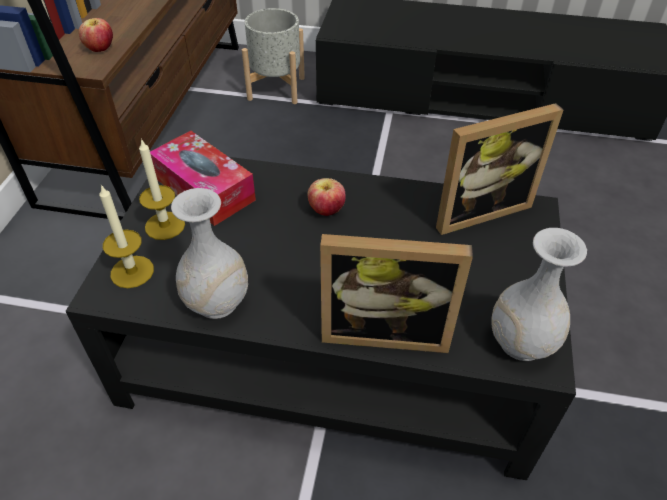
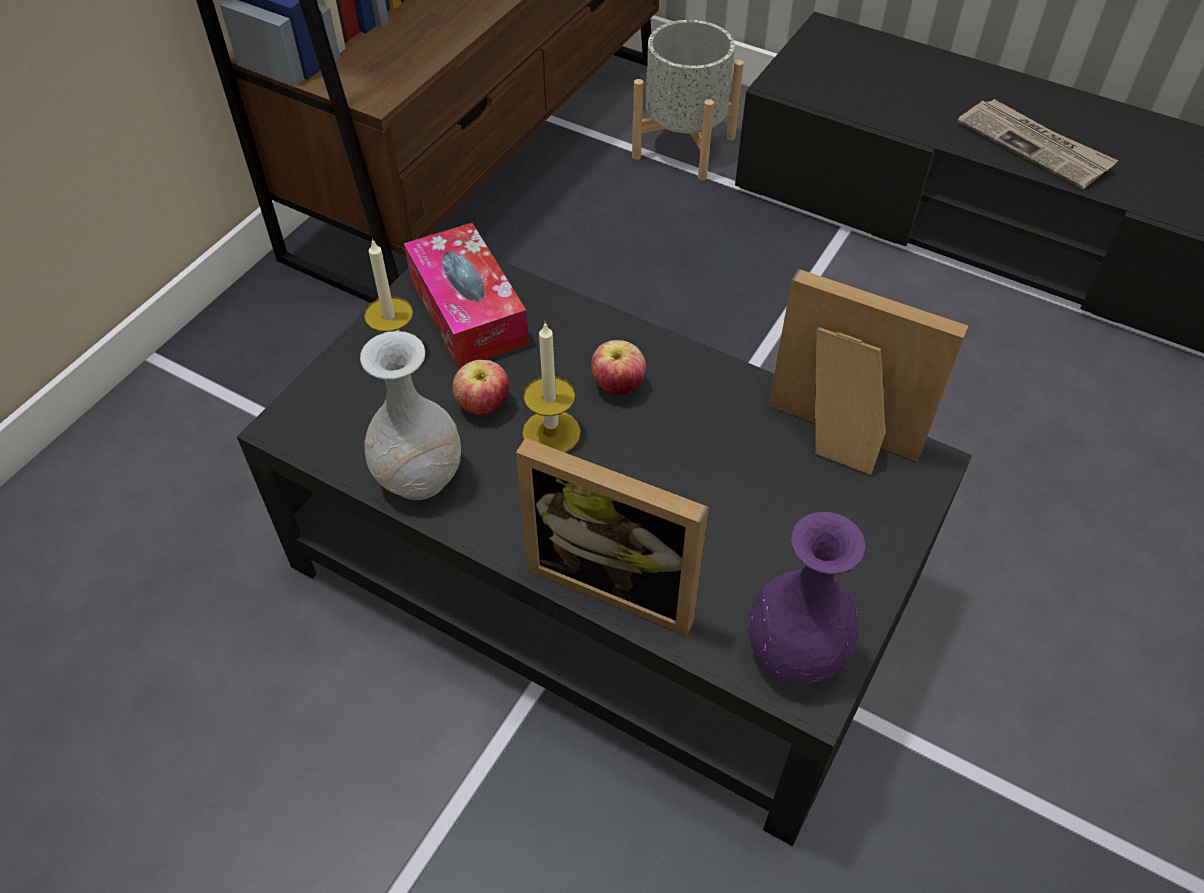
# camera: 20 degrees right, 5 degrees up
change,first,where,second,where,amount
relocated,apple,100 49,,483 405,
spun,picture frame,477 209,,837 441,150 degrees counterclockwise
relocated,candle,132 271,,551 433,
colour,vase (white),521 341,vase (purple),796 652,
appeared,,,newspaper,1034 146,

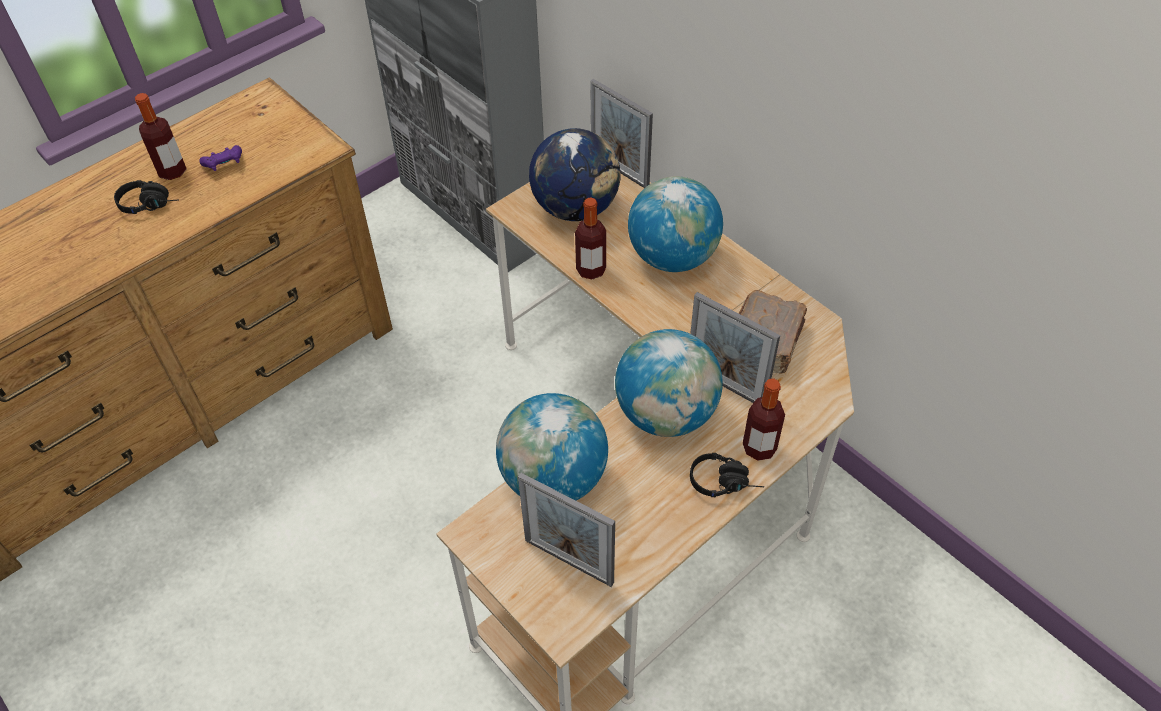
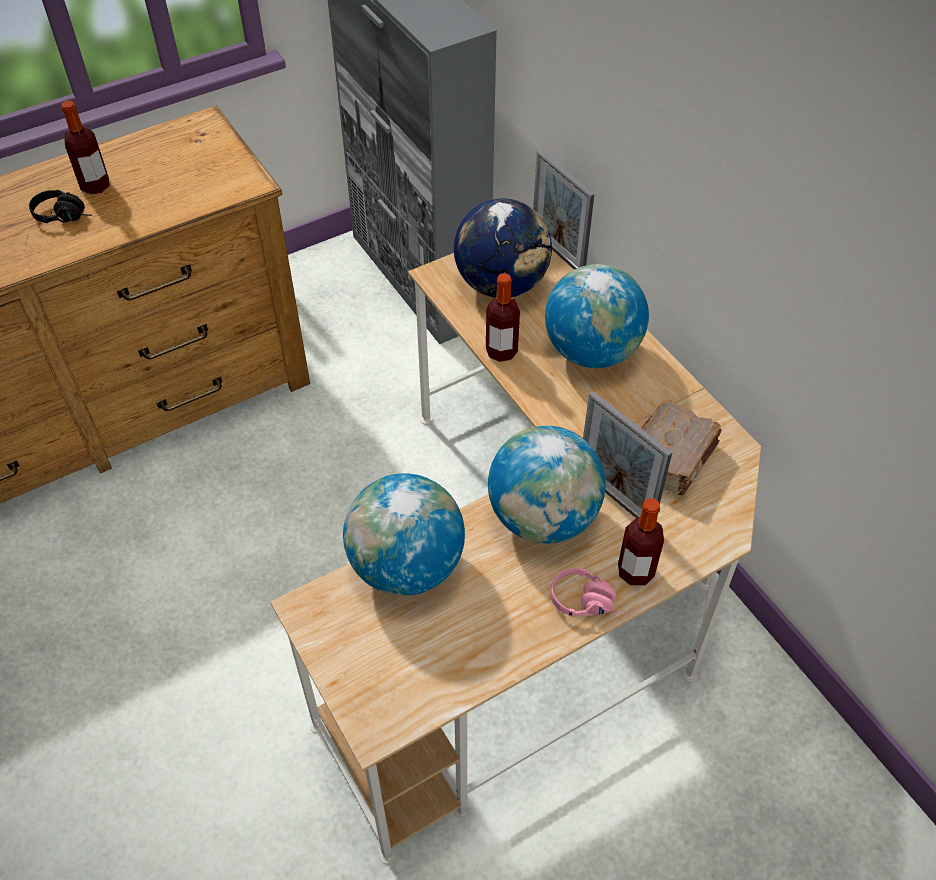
# camera: 10 degrees right, 0 degrees up
change,first,where,second,where,amount
missing,game controller (purple),225 165,,,
colour,headphones (black),725 482,headphones (pink),589 602,
missing,picture frame,568 561,,,

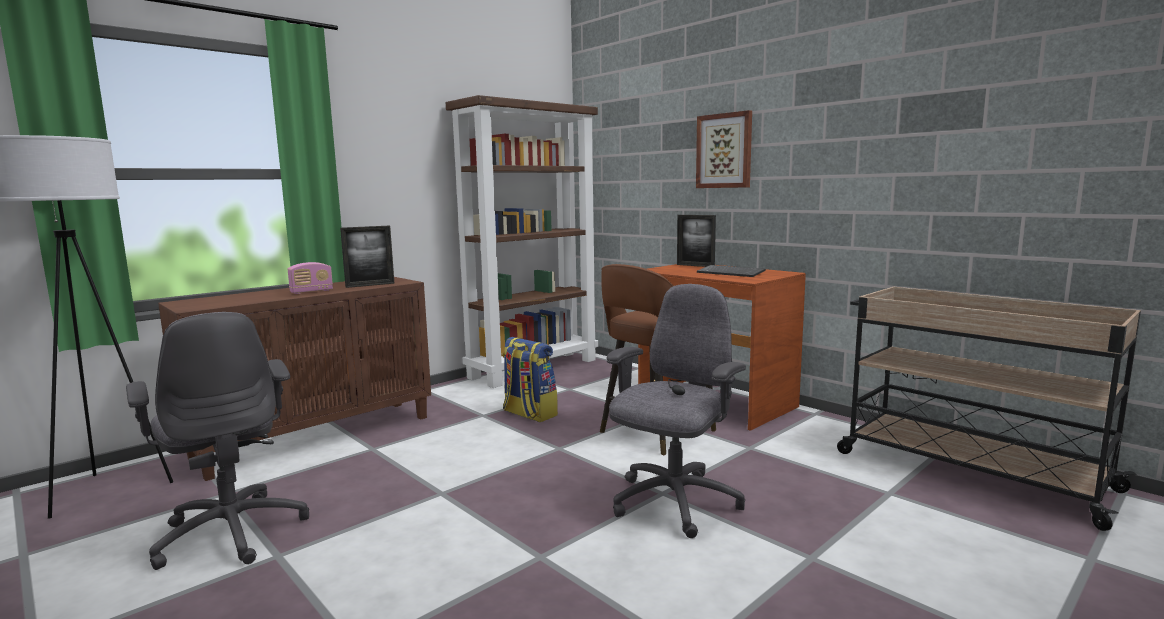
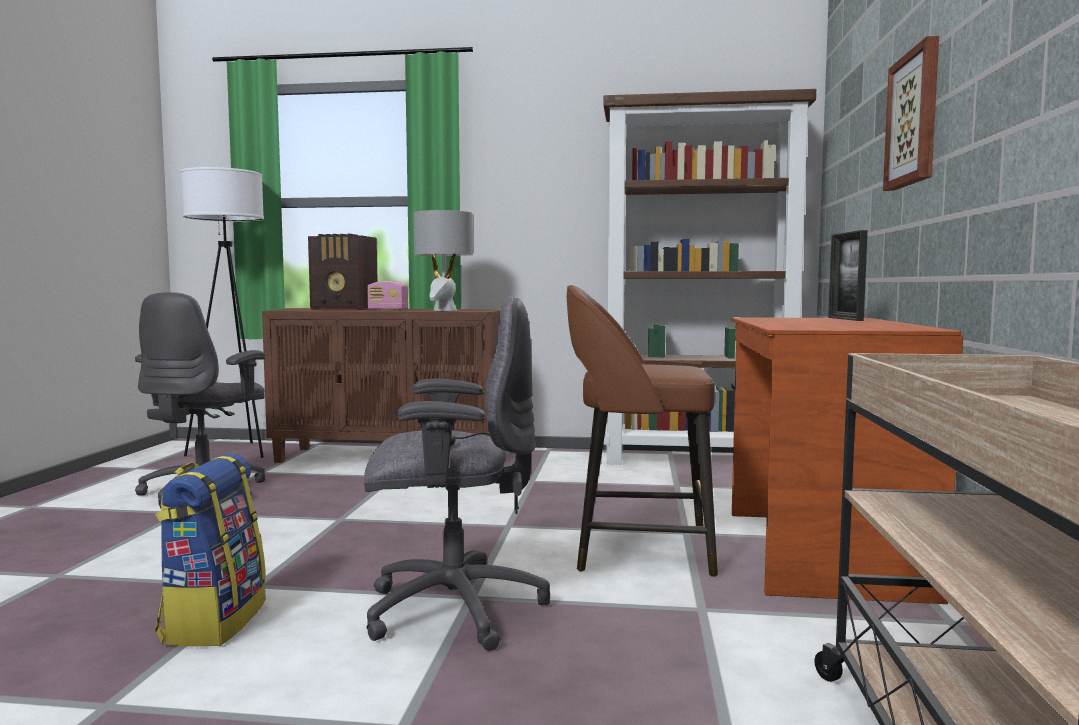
# camera: 50 degrees right, 5 degrees down
change,first,where,second,where,amount
exchanged,picture frame,370 285,table lamp (grey),444 310,
missing,keyboard,732 273,,,
relocated,backpack,529 414,,213 621,
appeared,,,radio,345 309,

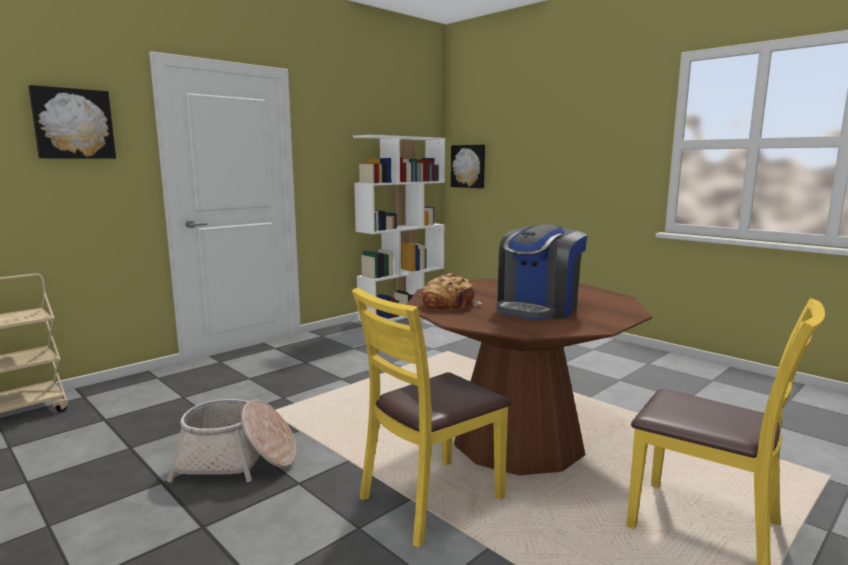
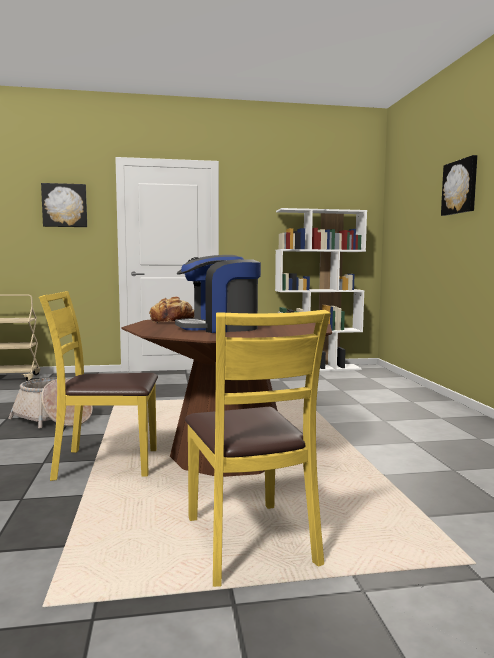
# camera: 35 degrees right, 5 degrees down
change,first,where,second,where,amount
relocated,picture,468 166,,460 187,

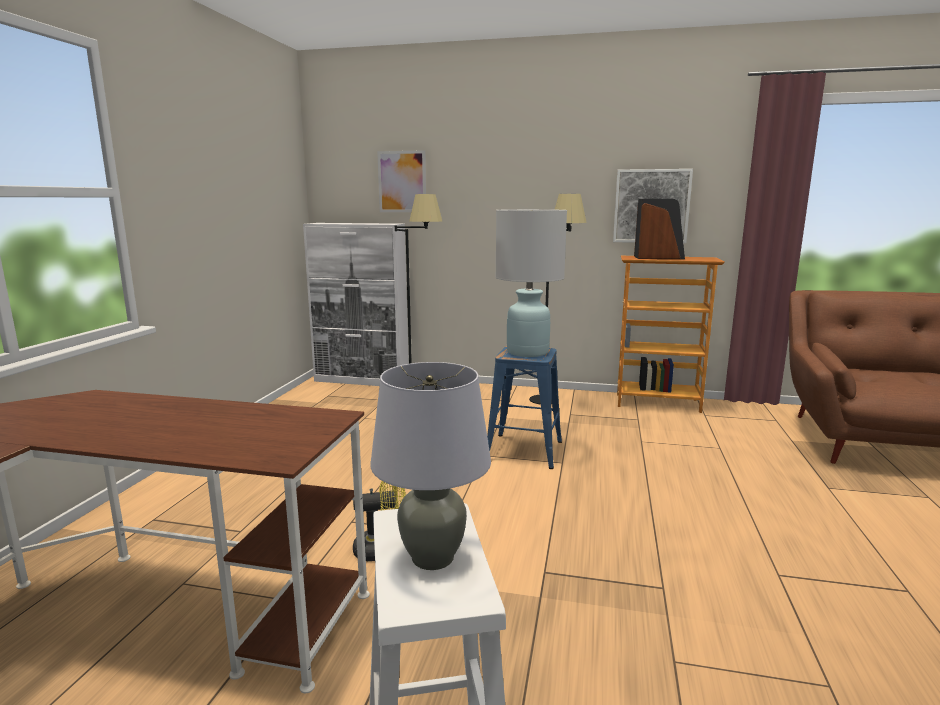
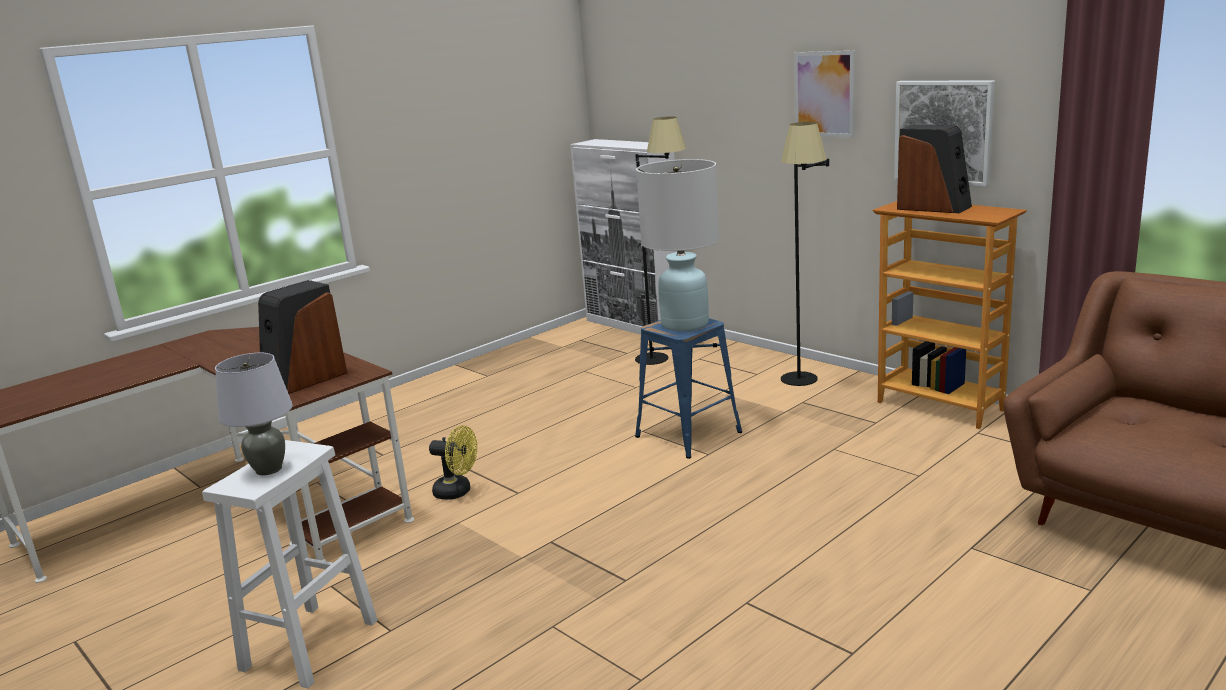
# camera: 35 degrees right, 5 degrees up
change,first,where,second,where,amount
relocated,picture,402 182,,824 94,
appeared,,,speaker,304 380,

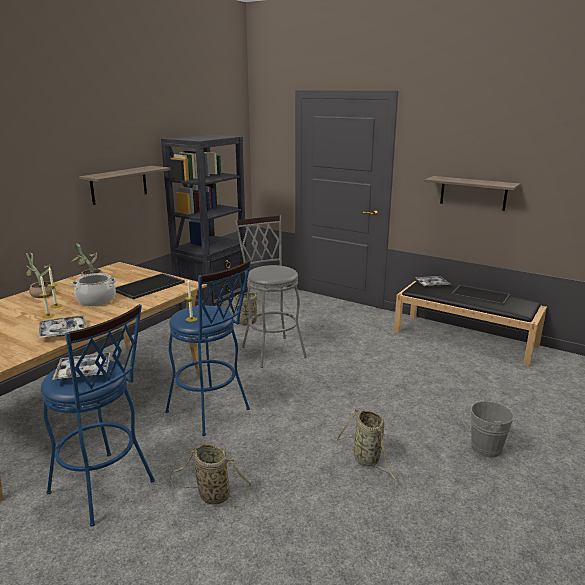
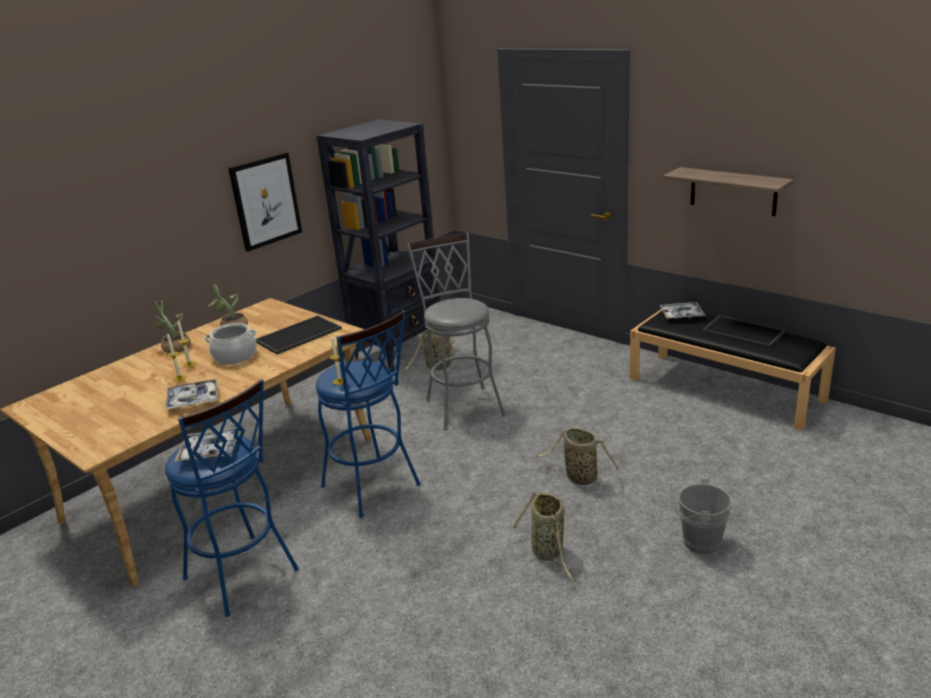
# camera: 10 degrees right, 5 degrees up
change,first,where,second,where,amount
exchanged,shelf,119 185,picture,265 201,
relocated,basket,211 495,,579 477,

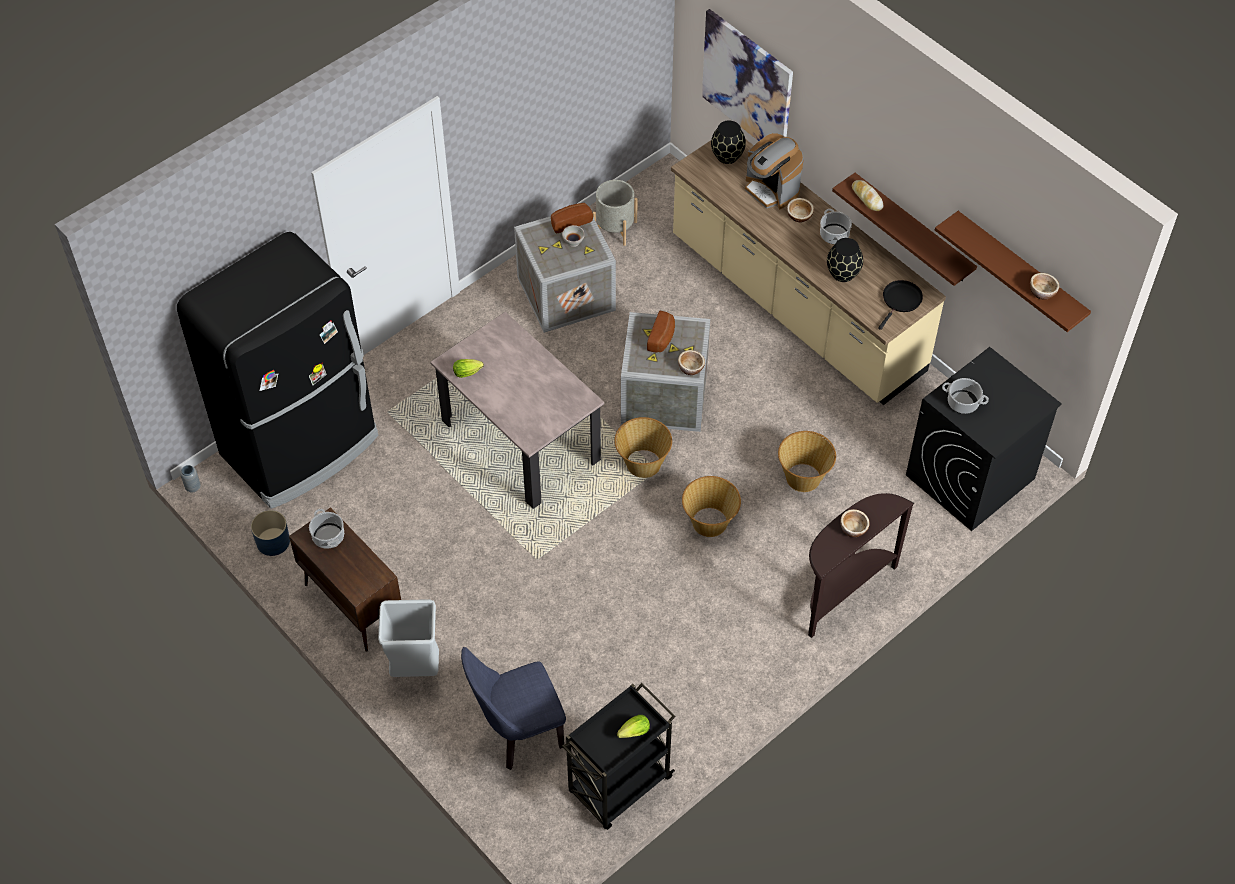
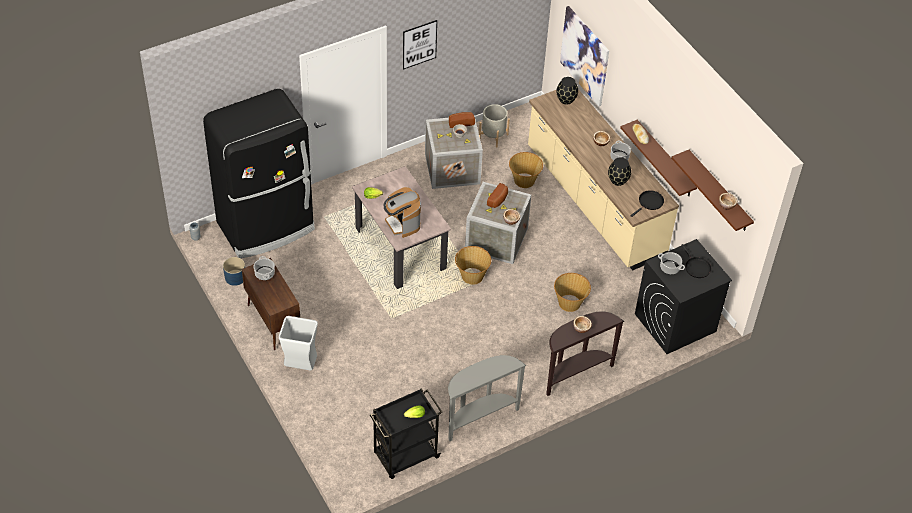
# camera: 10 degrees right, 5 degrees down
change,first,where,second,where,amount
relocated,coffee machine,771 190,,402 223,
relocated,basket,709 522,,524 180,
missing,chair (blue),517 734,,,
appeared,,,picture,419 44,
appeared,,,frying pan (black),696 267,
appeared,,,console table (grey),479 417,

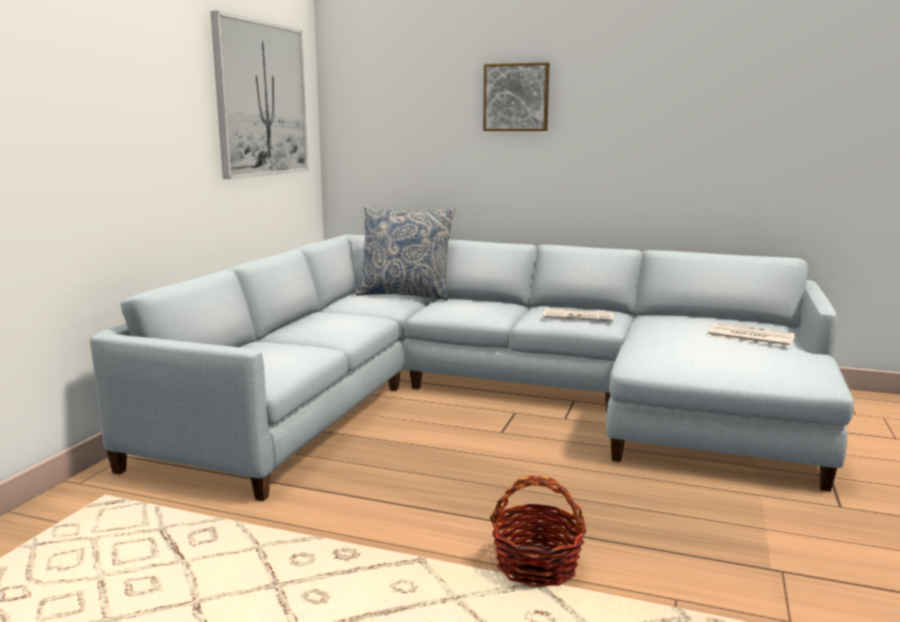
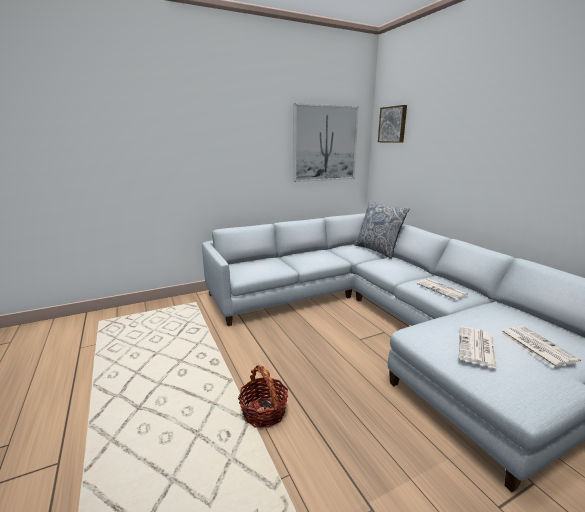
# camera: 45 degrees right, 5 degrees up
change,first,where,second,where,amount
relocated,picture,516 97,,393 124,
appeared,,,newspaper,477 347,

